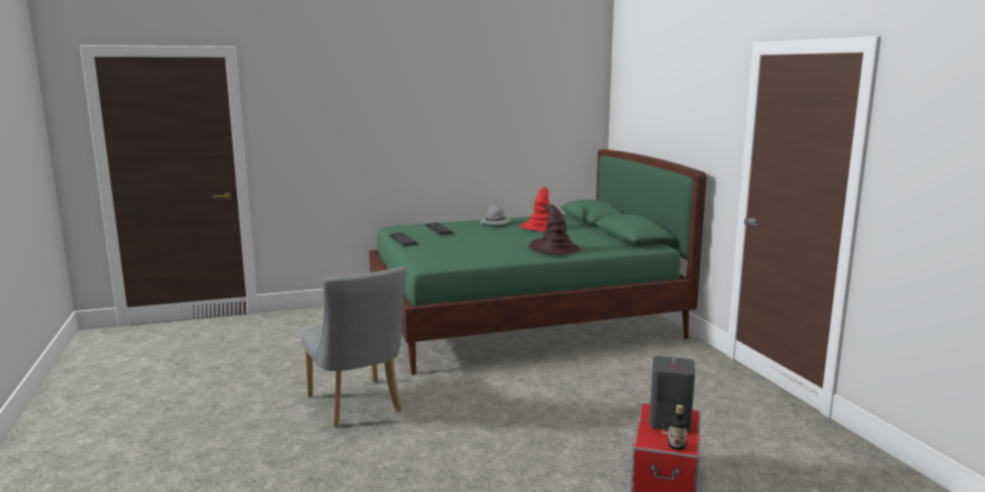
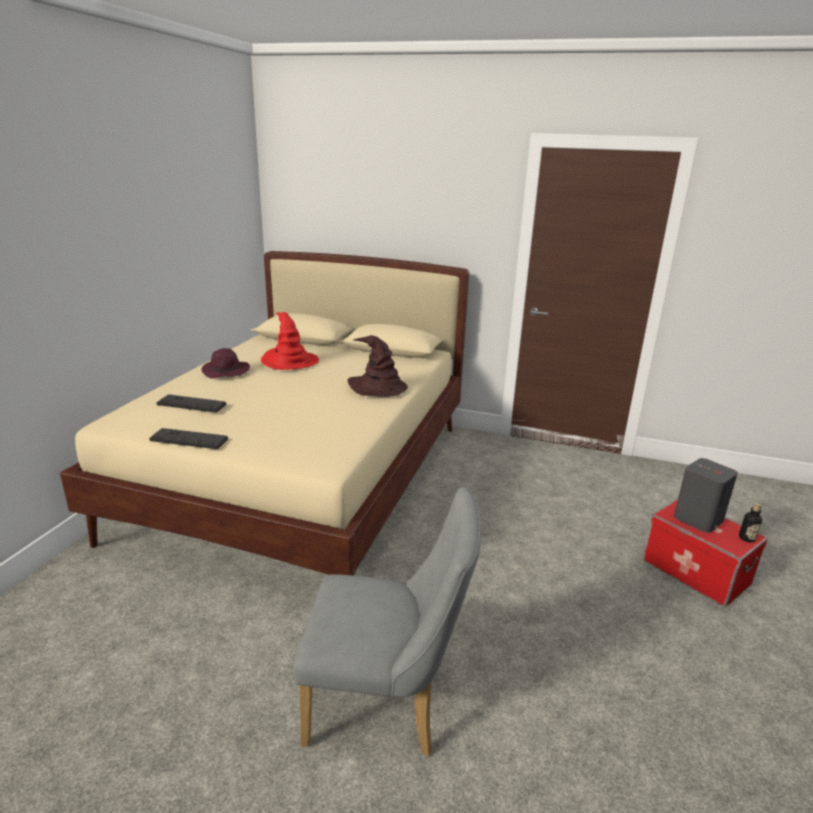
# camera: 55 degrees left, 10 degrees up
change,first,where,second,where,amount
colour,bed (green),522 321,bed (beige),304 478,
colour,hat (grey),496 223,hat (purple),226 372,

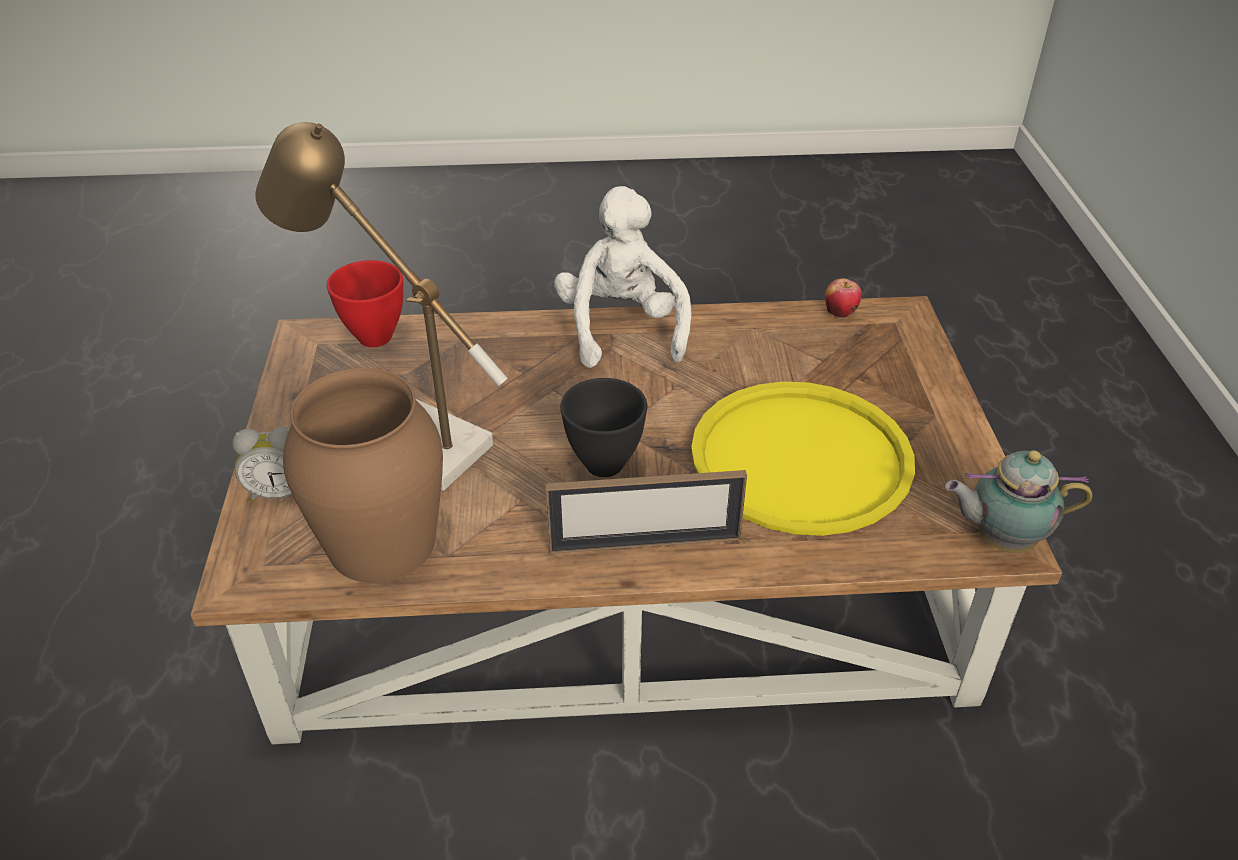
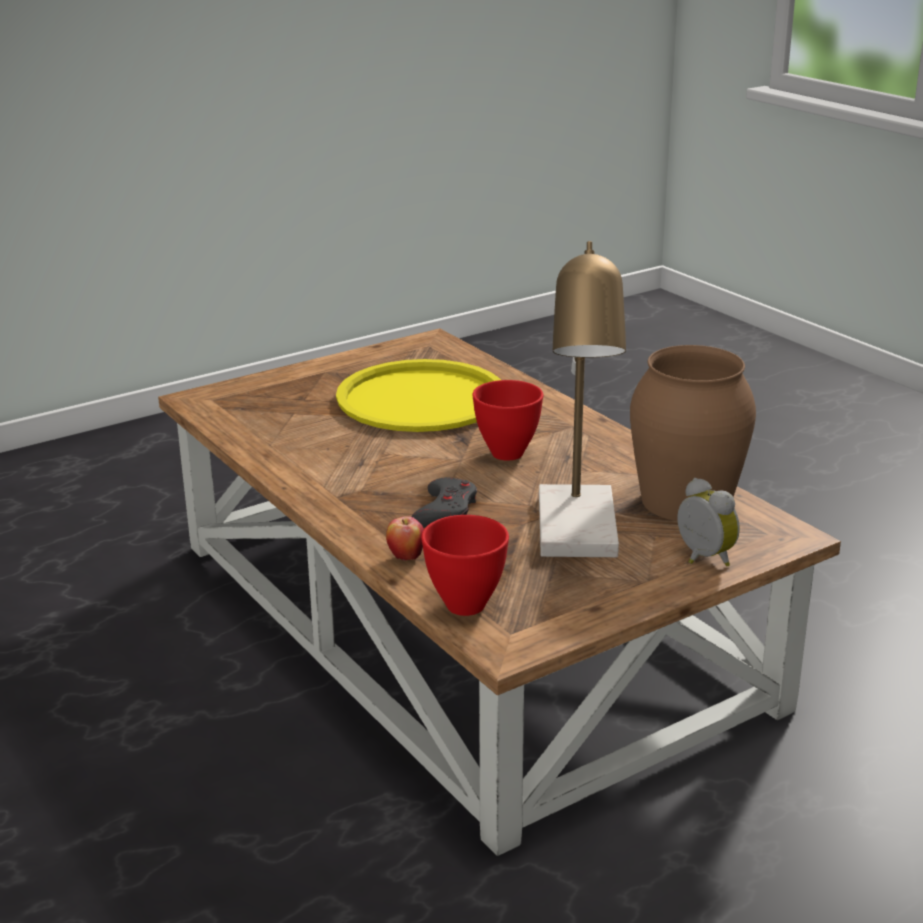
# camera: 120 degrees left, 15 degrees down
change,first,where,second,where,amount
missing,plush toy (white),621 329,,,
relocated,apple,840 313,,405 557,
colour,bowl (black),604 463,bowl (red),505 454,
missing,teapot,1000 539,,,
missing,picture frame,645 543,,,
appeared,,,game controller (grey),445 511,

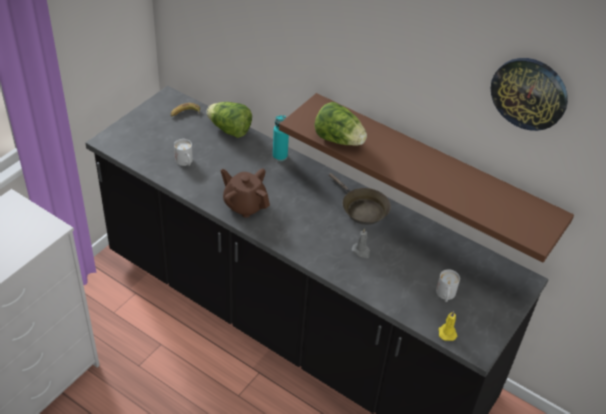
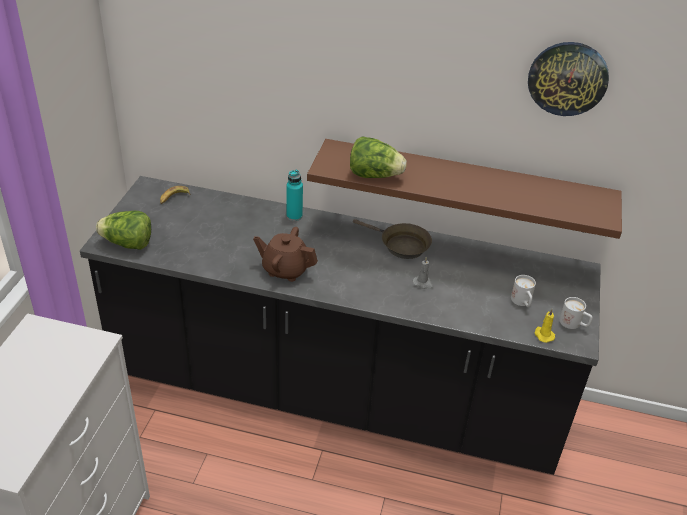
# camera: 20 degrees left, 5 degrees down
change,first,where,second,where,amount
relocated,lettuce,229 130,,127 244,
relocated,mug (white),185 162,,574 324,

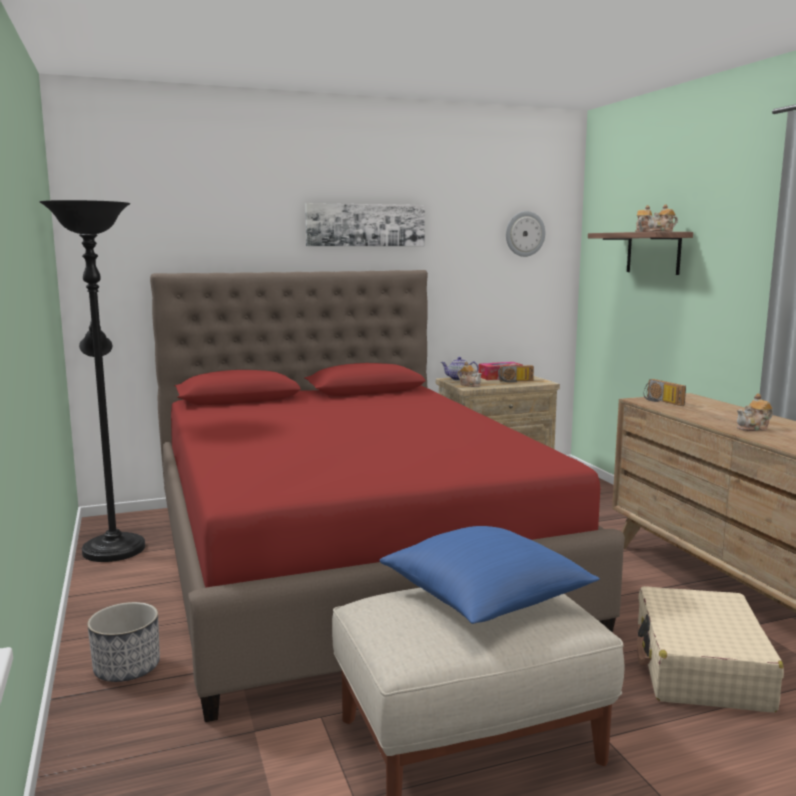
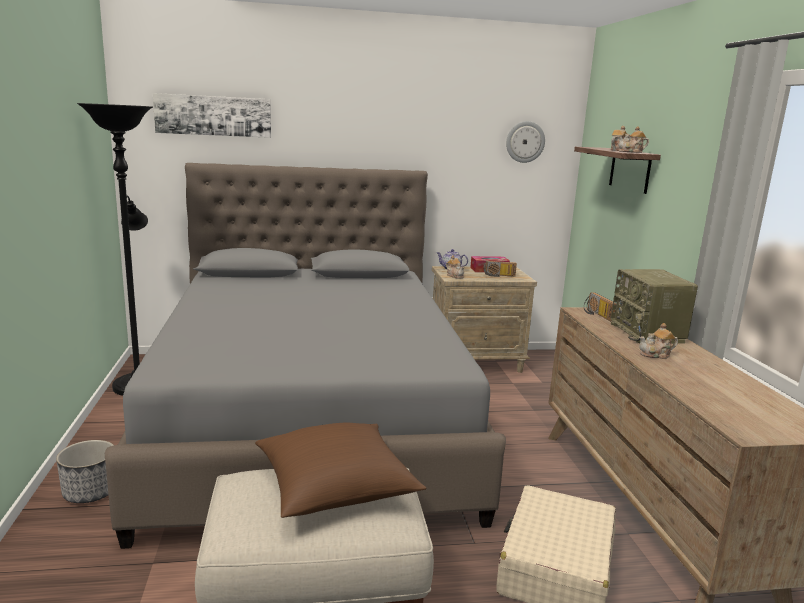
# camera: 10 degrees right, 5 degrees up
change,first,where,second,where,amount
relocated,picture,365 225,,213 115,
colour,bed (red),348 562,bed (grey),311 421,
colour,pillow (blue),485 597,pillow (brown),335 487,
appeared,,,radio,648 333,

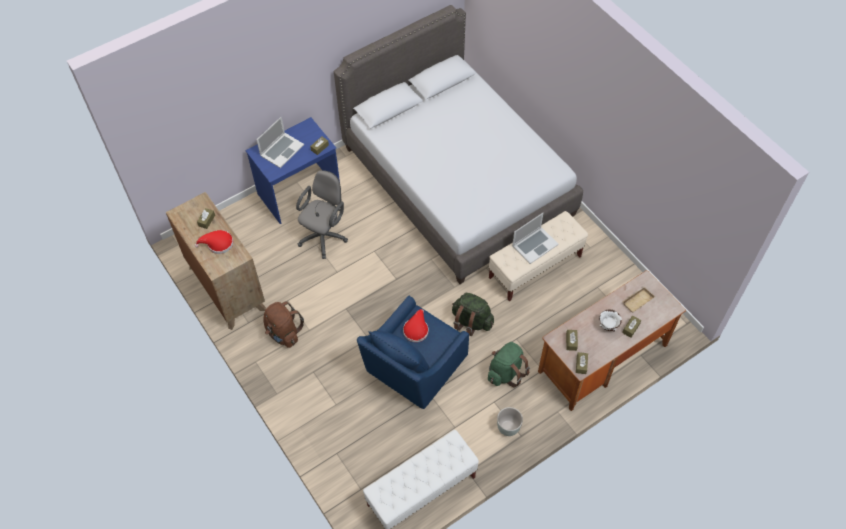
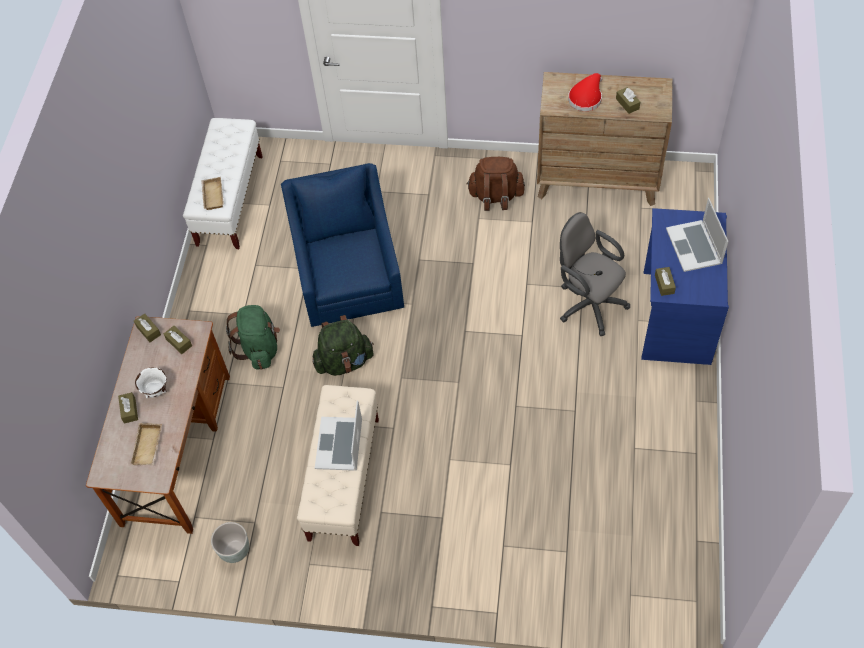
# camera: 135 degrees right, 0 degrees up
change,first,where,second,where,amount
missing,bed (grey),457 181,,,
spun,office chair (grey),324 235,,588 303,150 degrees clockwise
missing,hat (red),416 329,,,
relocated,planter (grey),508 428,,234 550,
appeared,,,tray (beige),212 195,

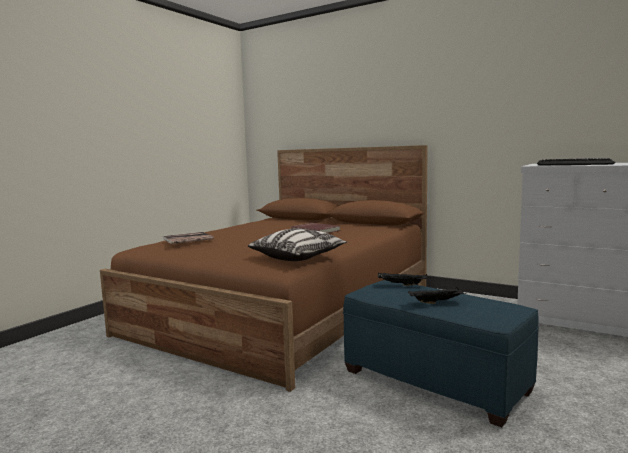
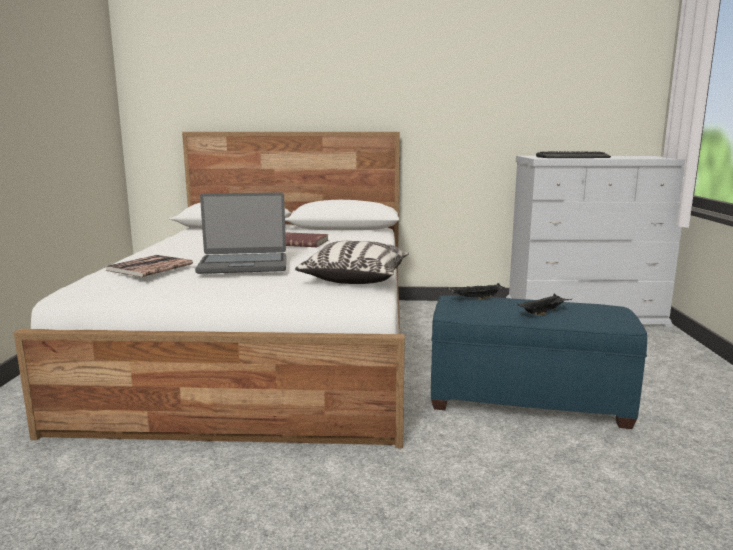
# camera: 30 degrees left, 5 degrees up
change,first,where,second,where,amount
colour,bed (brown),287 309,bed (white),269 349,
appeared,,,laptop,243 265,

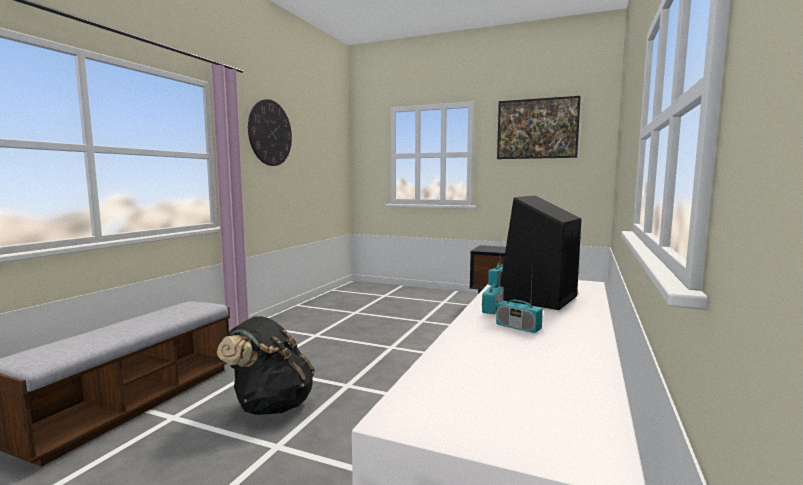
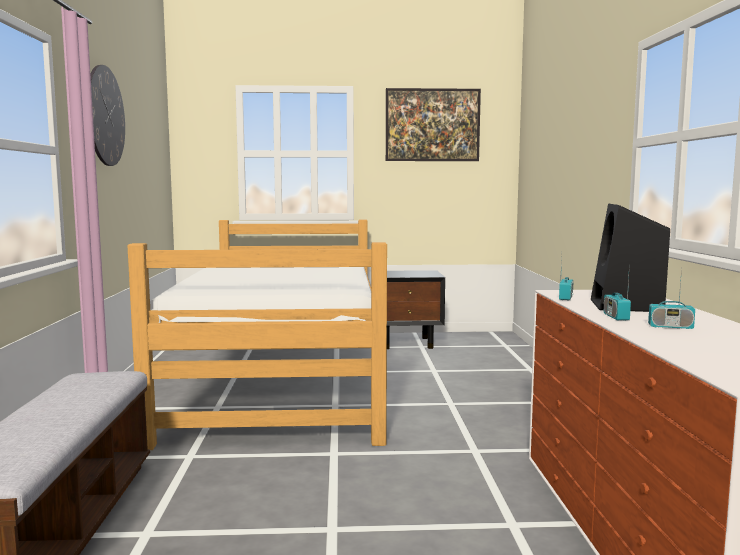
# camera: 25 degrees left, 0 degrees up
change,first,where,second,where,amount
missing,backpack (black),271 405,,,
appeared,,,bed,285 378,

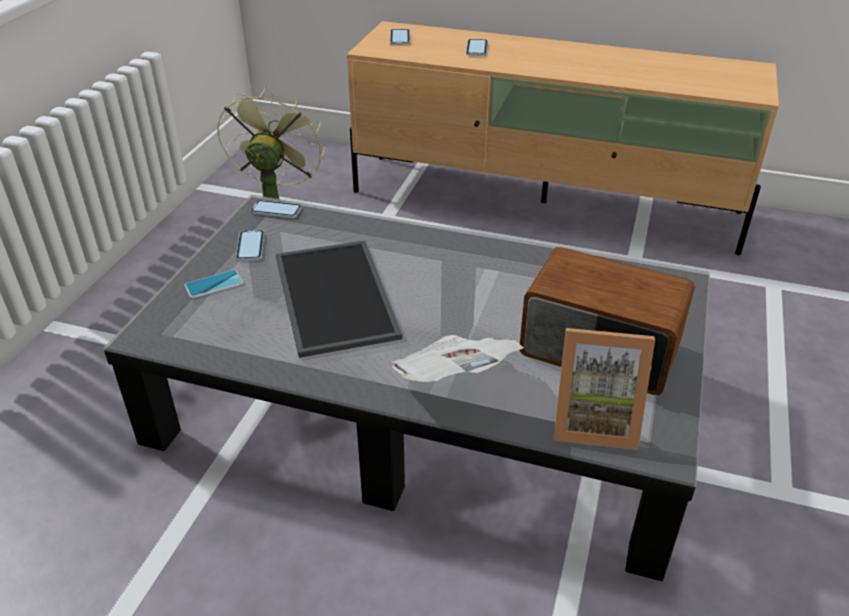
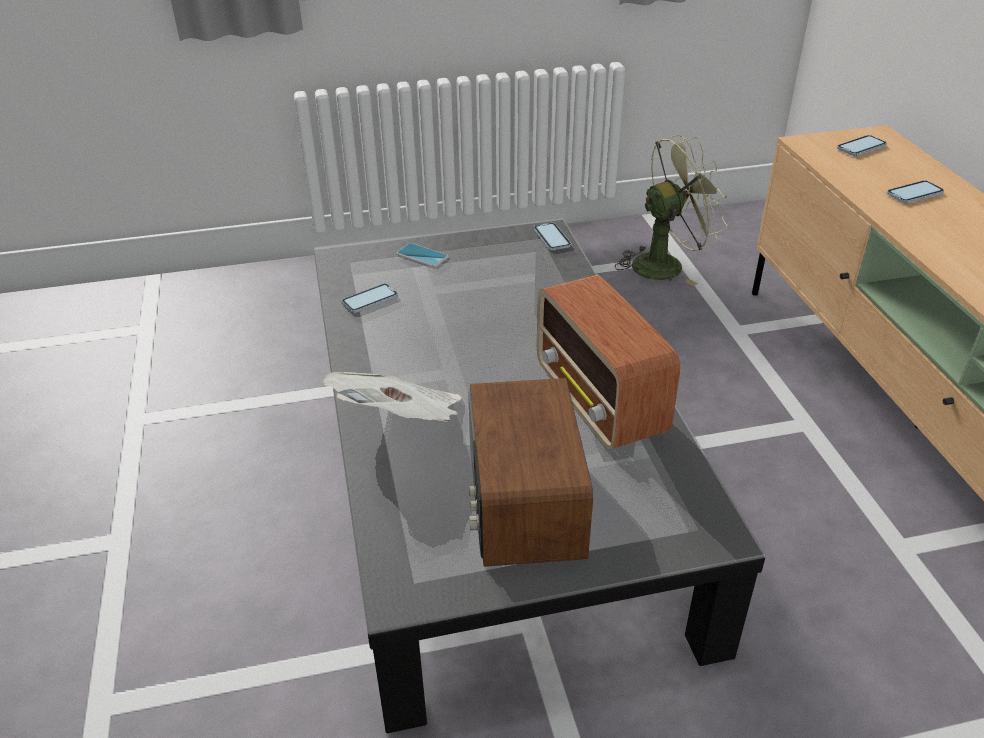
# camera: 60 degrees right, 0 degrees up
change,first,where,second,where,amount
relocated,phone,250 247,,370 300,
missing,tray,338 296,,,
missing,picture frame,594 421,,,
appeared,,,radio,599 402,

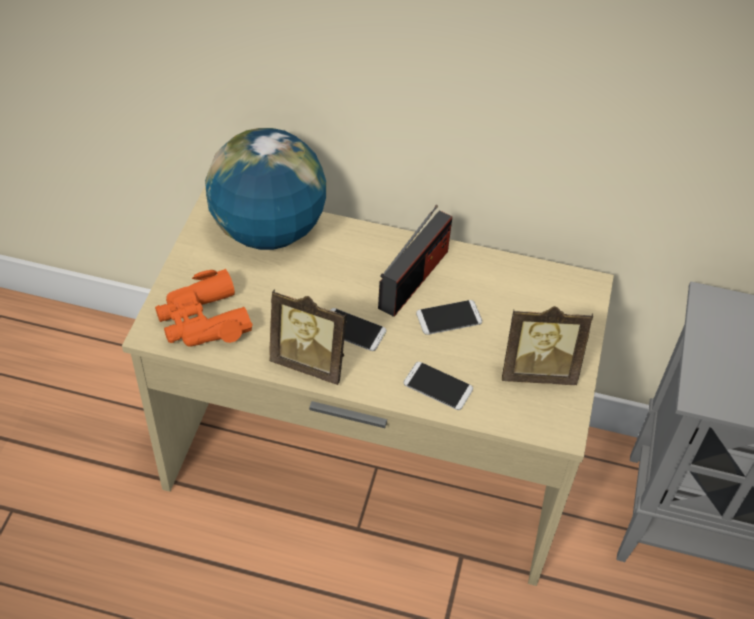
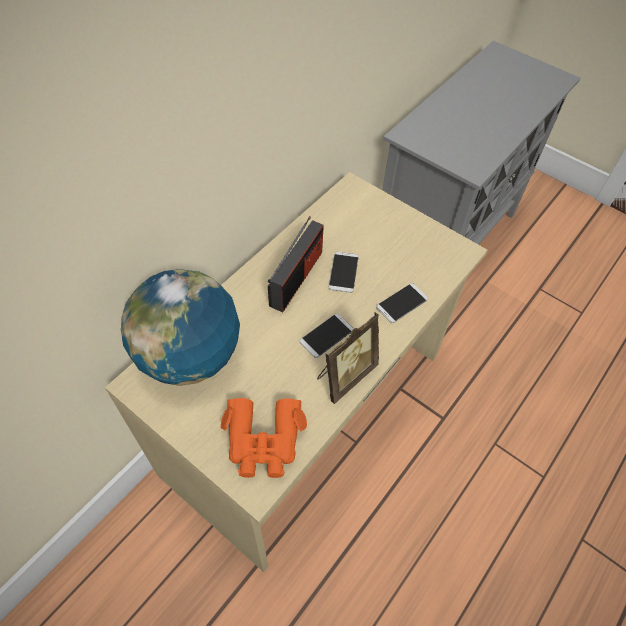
# camera: 65 degrees left, 5 degrees up
change,first,where,second,where,amount
spun,radio,414 279,,296 278,60 degrees clockwise
missing,picture frame,537 371,,,

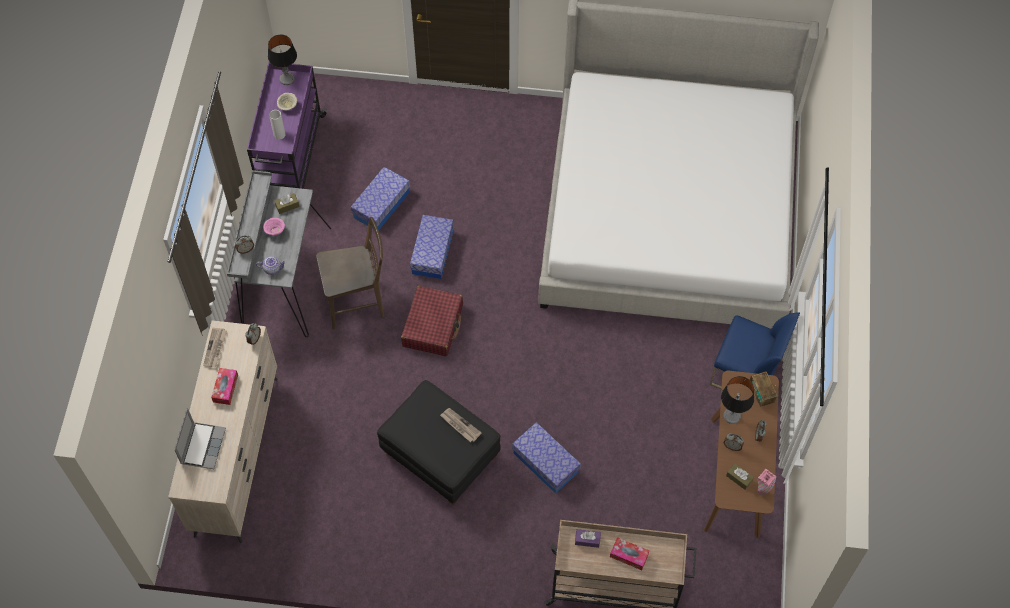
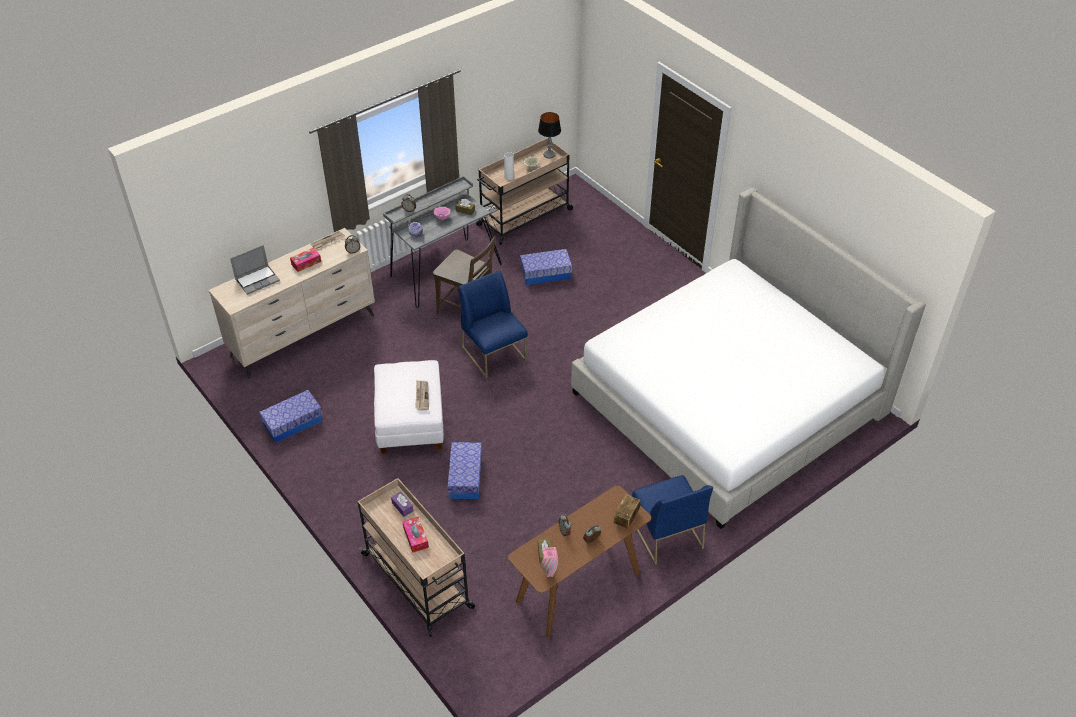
# camera: 45 degrees right, 15 degrees down
change,first,where,second,where,amount
colour,cart (purple),291 159,cart (beige),523 218,
relocated,storage box,432 253,,293 423,
exchanged,suitcase (red),433 326,chair (blue),494 354,
missing,table lamp,732 416,,,
colour,ottoman (black),440 454,ottoman (white),410 422,

